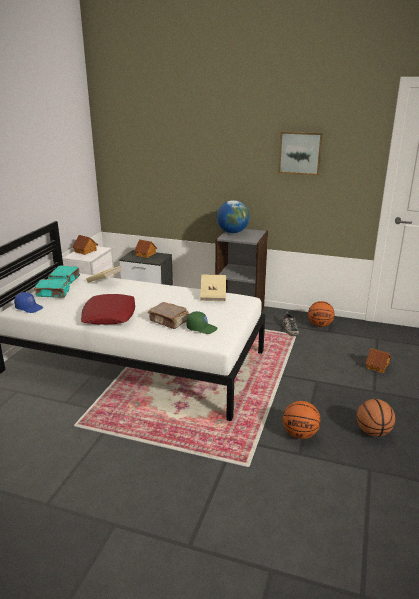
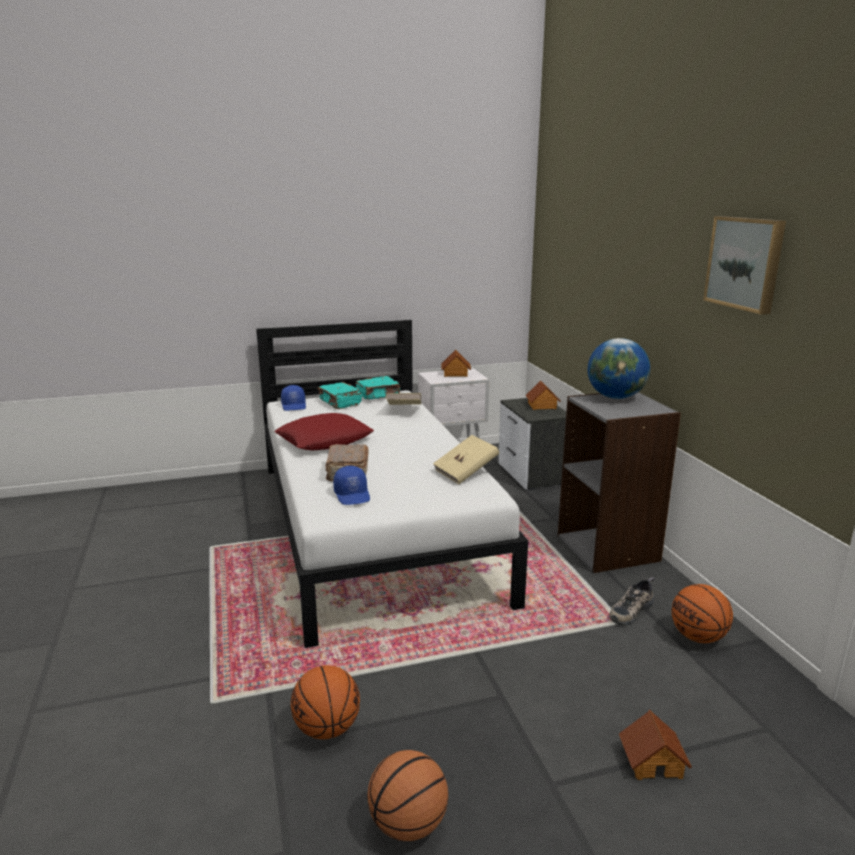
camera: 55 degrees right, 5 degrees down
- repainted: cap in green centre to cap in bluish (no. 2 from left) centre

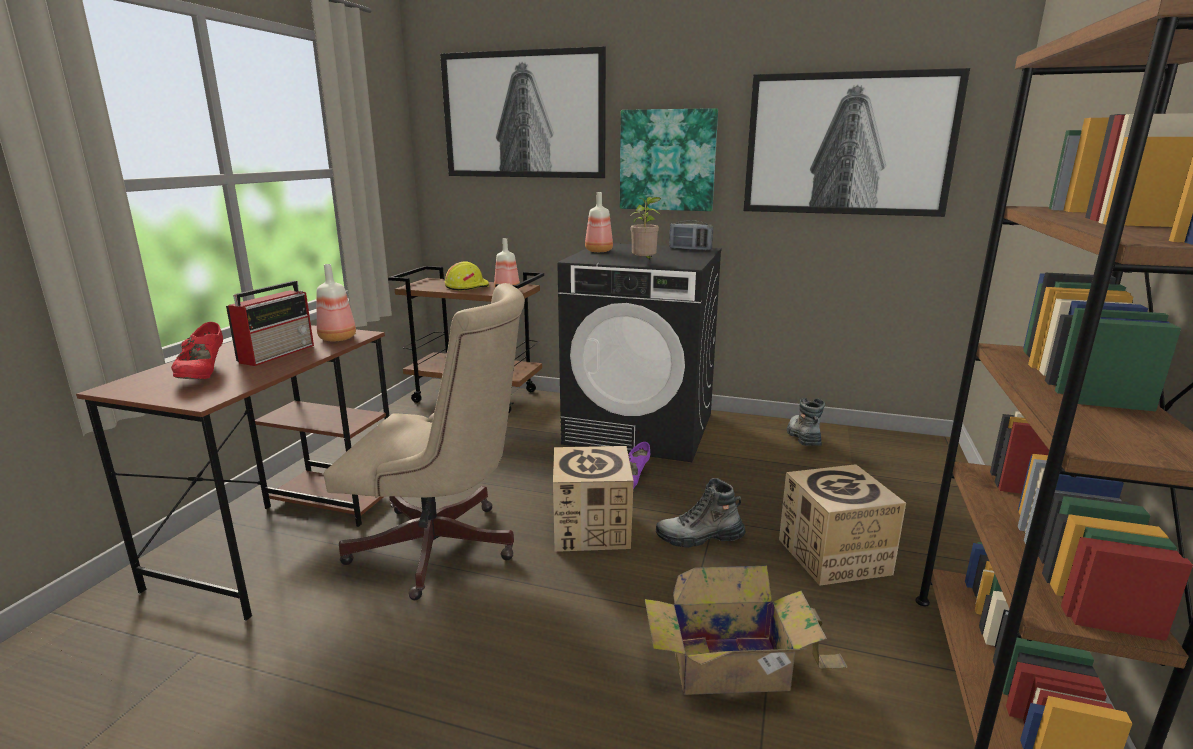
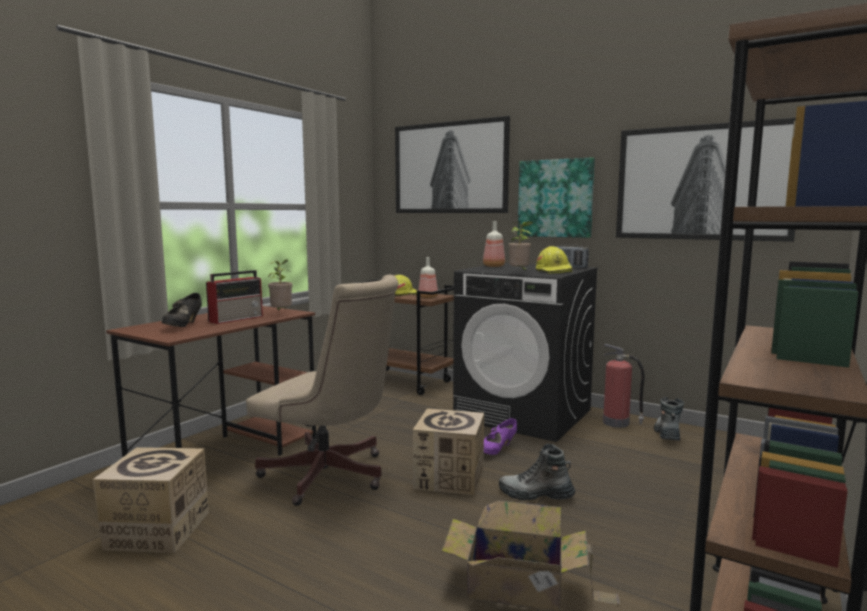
camera: 15 degrees right, 10 degrees down
- repainted: item of footwear in red-coloured middle left to item of footwear in black-coloured middle left
- swapped: beverage bottle (no. 1 from left) middle left to plant in a pot (no. 1 from left) middle left
- shifted: carton (no. 3 from left in the first image) bottom right to carton (no. 1 from left) bottom left
- new: safety helmet in yellow (no. 2 from left) centre
- new: extinguisher middle right

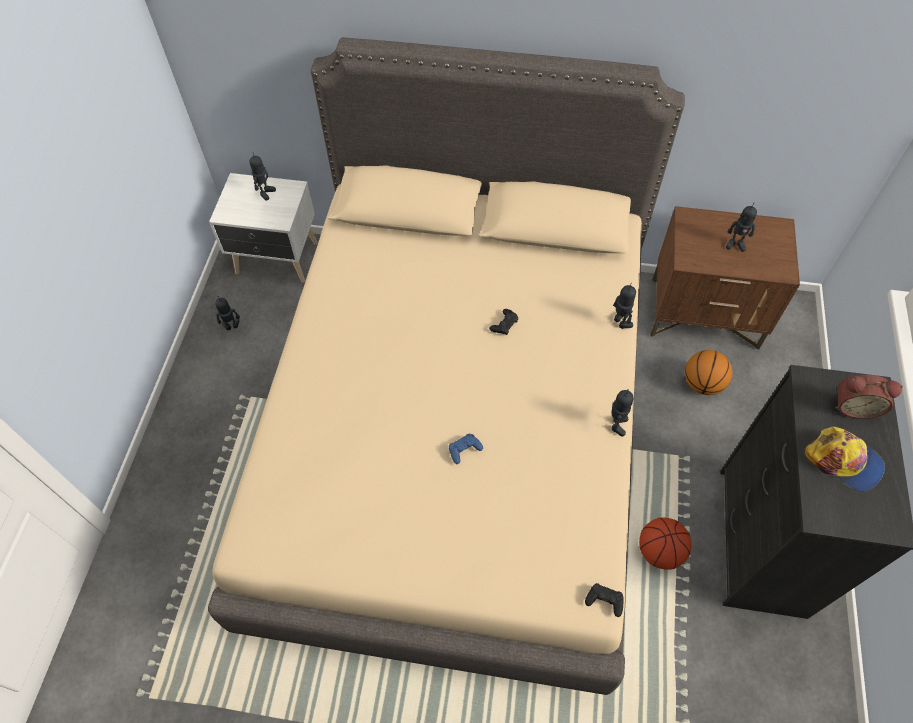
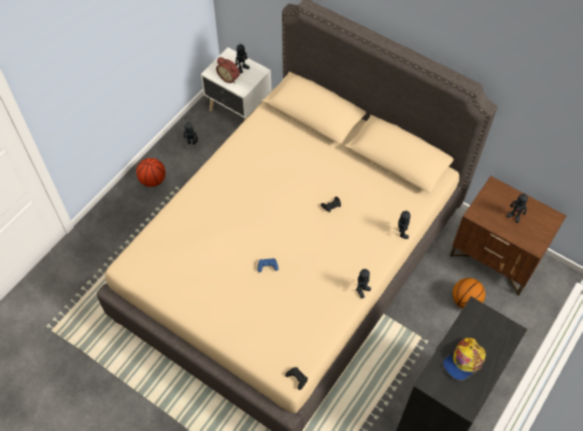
camera: 25 degrees right, 0 degrees up
- shifted: ball for basketball (no. 1 from left) bottom right to middle left
- rotated: cap middle right = bottom right 75 degrees clockwise
- shifted: table clock middle right to top centre

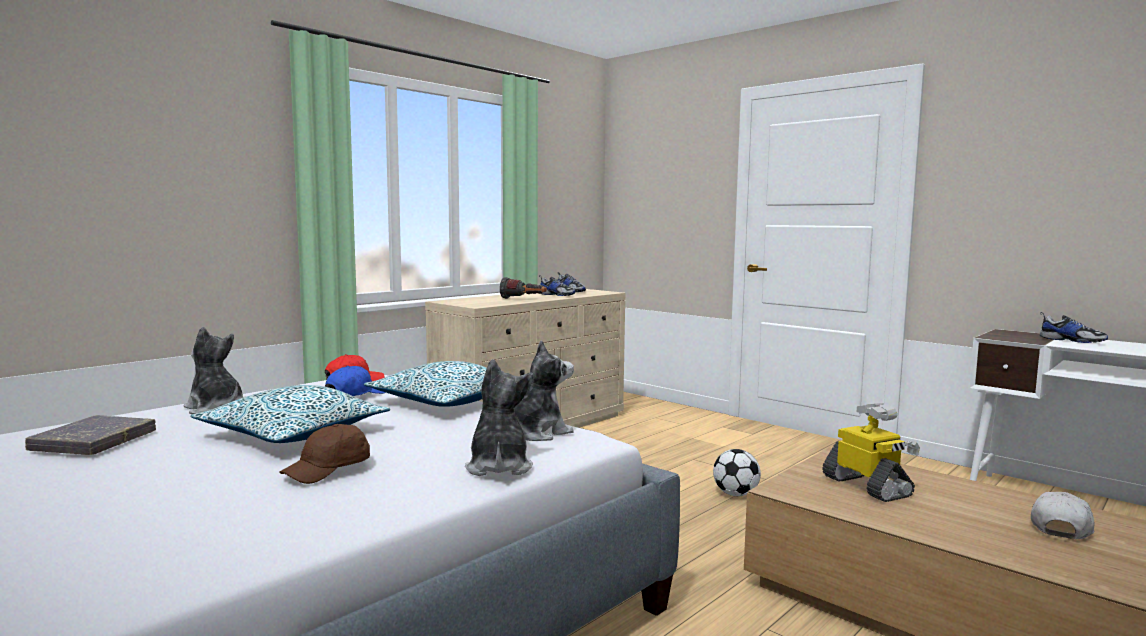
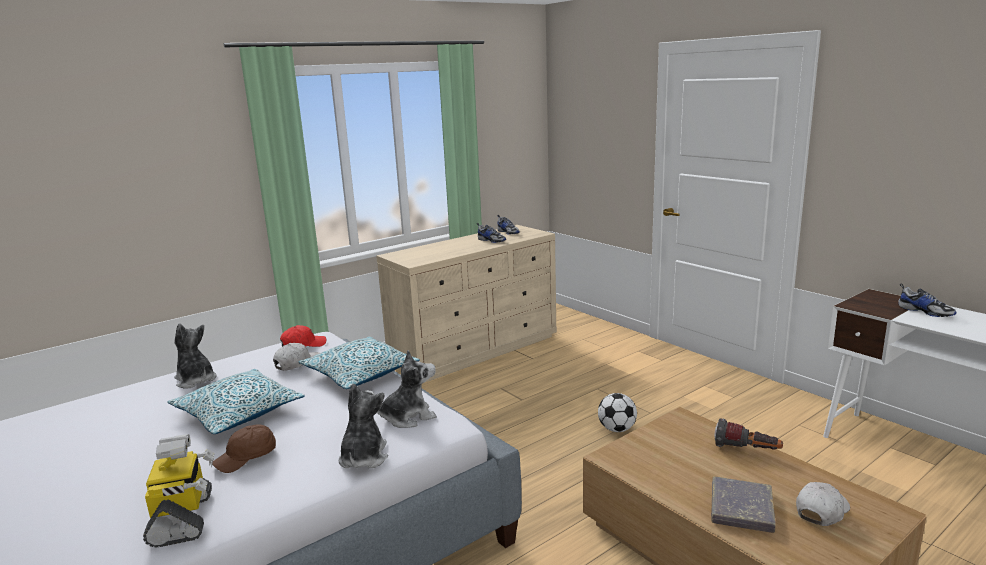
camera: 10 degrees right, 10 degrees up
- shifted: bound book in greyish bottom left to bottom right
- repainted: cap in bluish middle left to cap in whitish (no. 1 from left) middle left
- shifted: hand torch centre to bottom right
- shifted: toy robot bottom right to bottom left

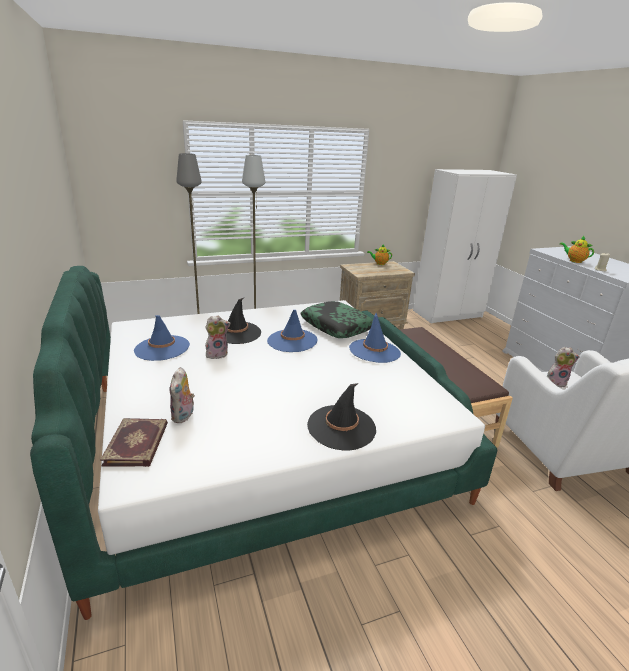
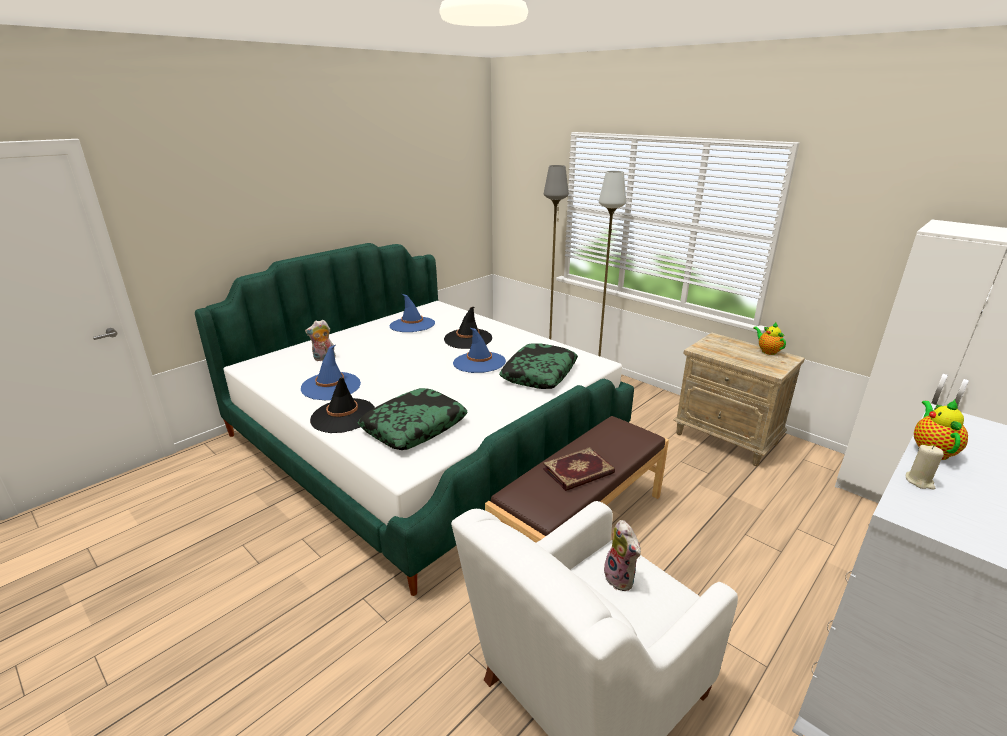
camera: 65 degrees right, 0 degrees up
- shifted: bound book middle left to centre
- gone: plush toy (no. 2 from left) centre
- shifted: hat in bluish (no. 3 from left in the first image) centre to hat in bluish (no. 1 from left) middle left
- new: pillow (no. 1 from left) centre

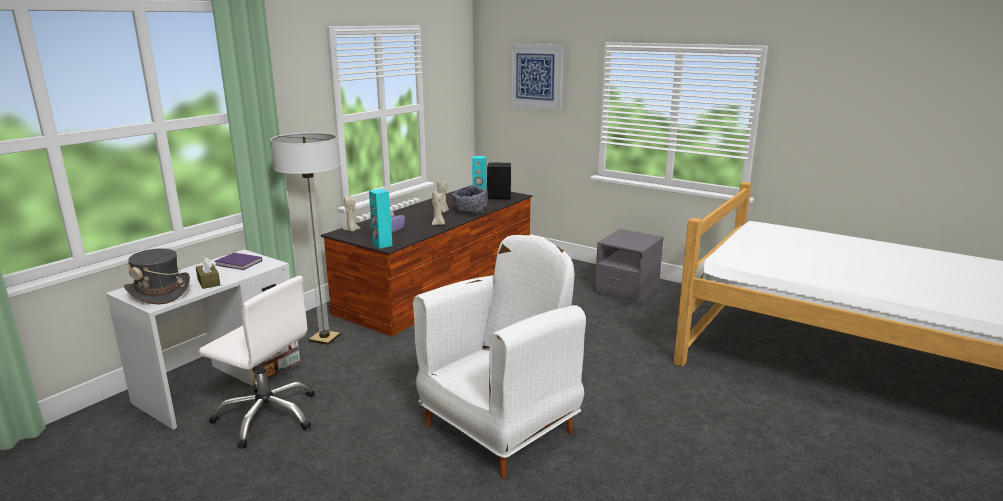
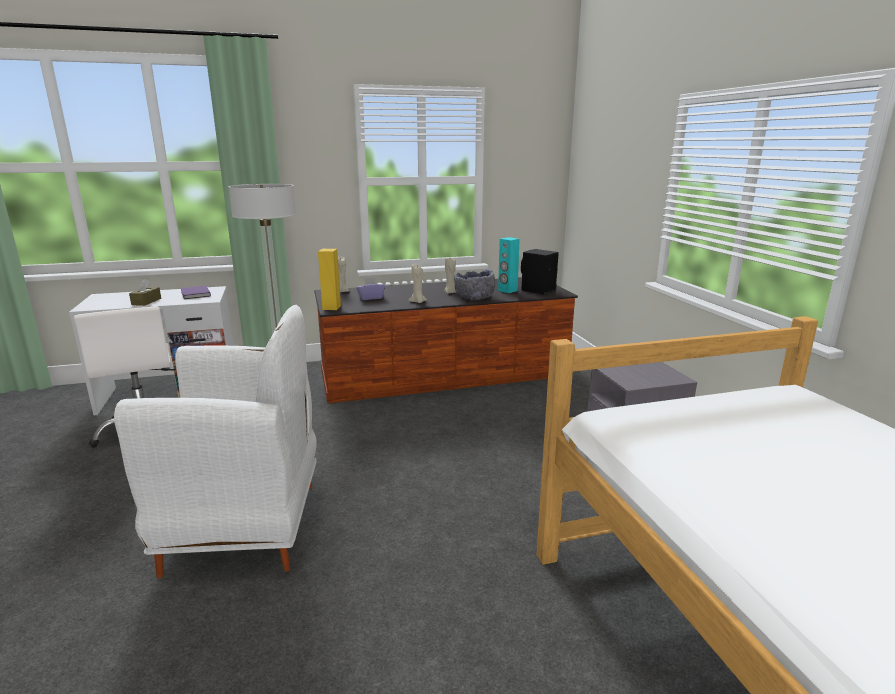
camera: 40 degrees right, 0 degrees up
- gone: hat in greyish middle left
- repainted: speaker in turquoise (no. 1 from left) centre to speaker in yellow centre
- gone: wall picture top centre

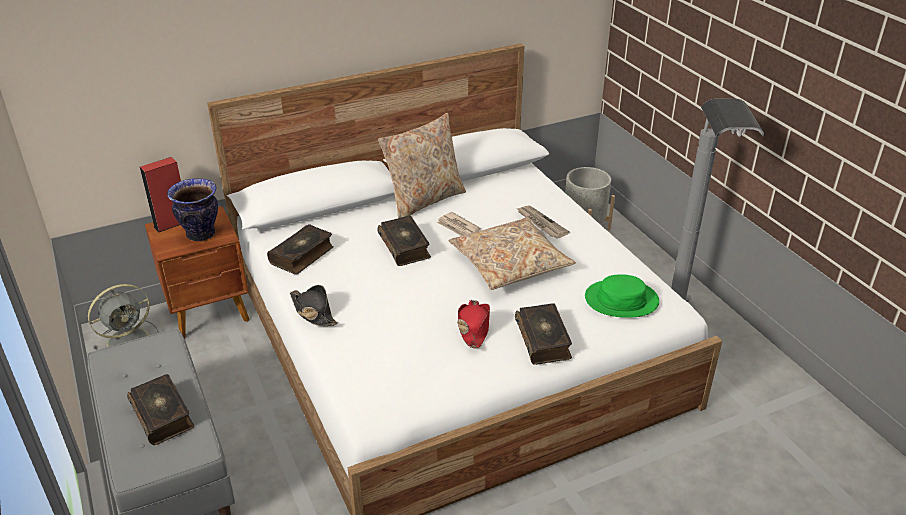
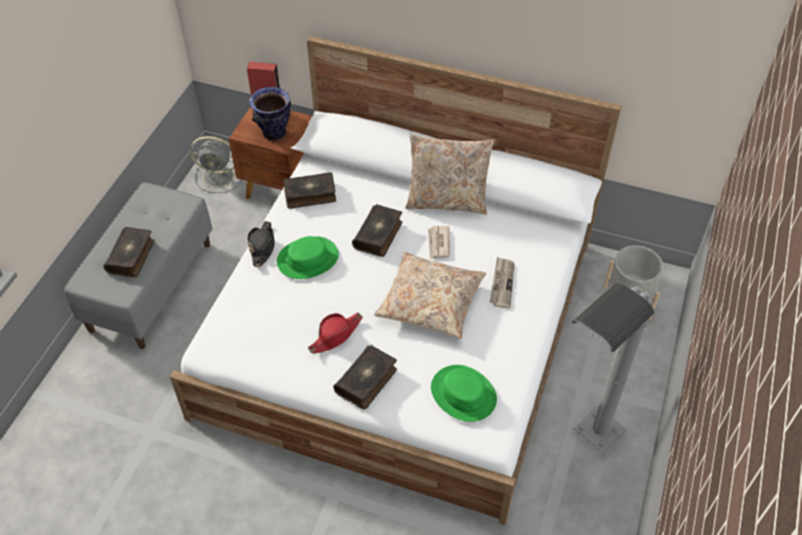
camera: 45 degrees right, 15 degrees up
- new: hat in green (no. 1 from left) centre

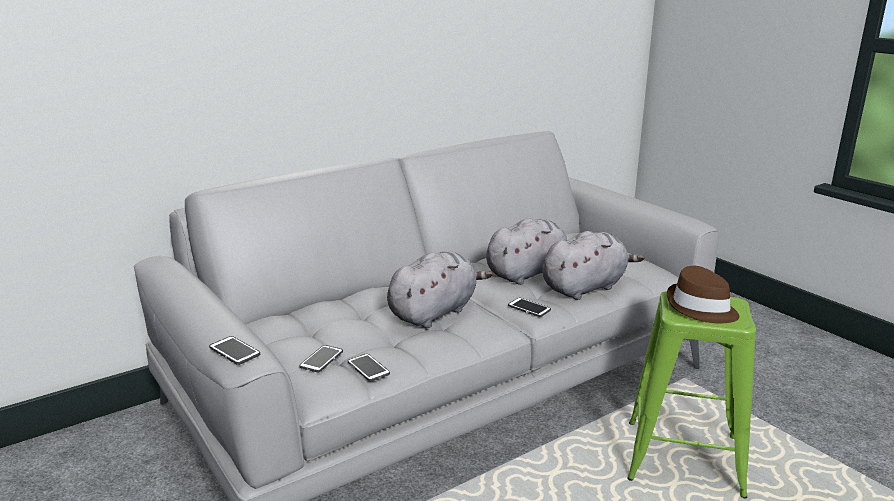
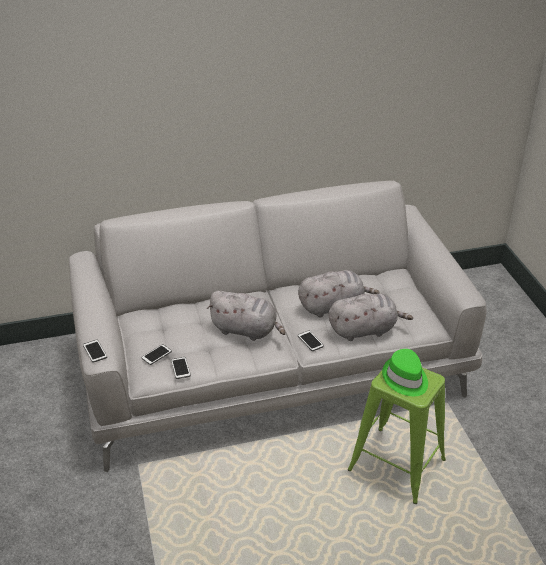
camera: 20 degrees right, 15 degrees up
- rotated: plush toy in greyish (no. 1 from left) centre = centre 45 degrees clockwise
- repainted: hat in brown middle right to hat in green middle right

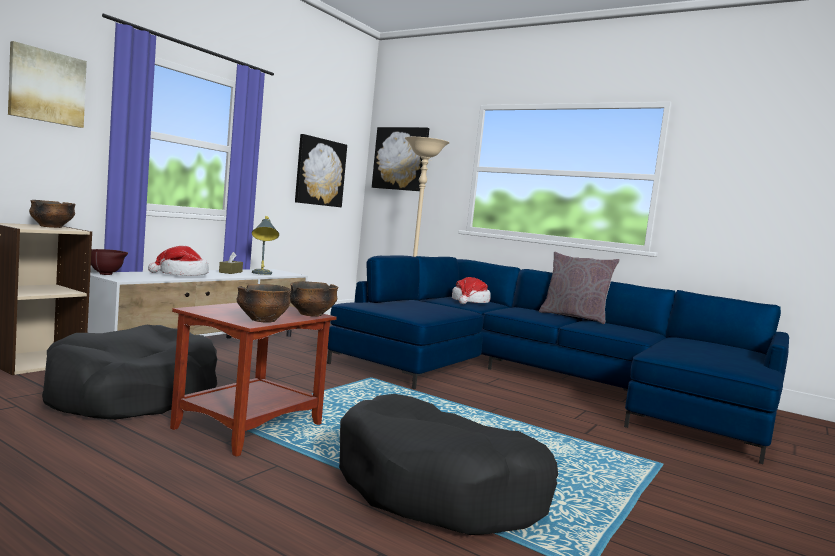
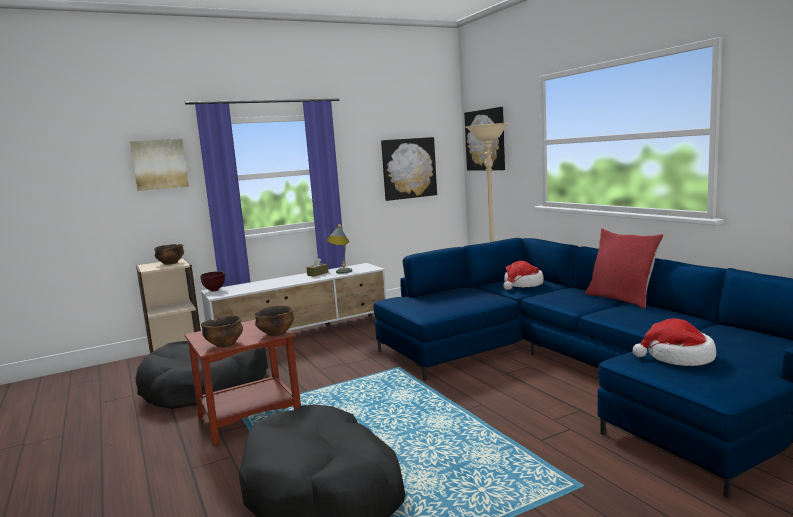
camera: 30 degrees right, 5 degrees up
- shifted: hat (no. 1 from left in the first image) middle left to hat (no. 2 from left) middle right
- repainted: pillow in greyish middle right to pillow in red-coloured middle right

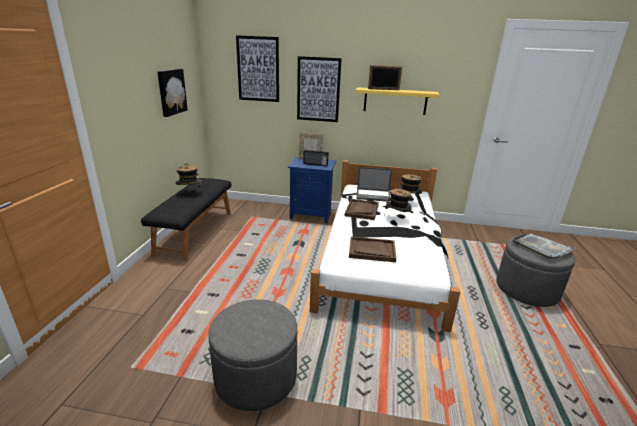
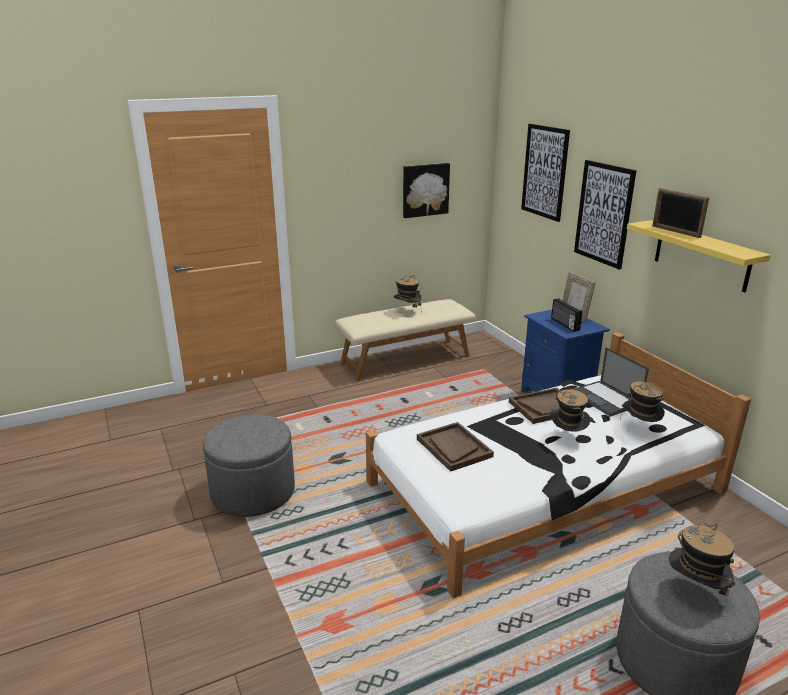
camera: 55 degrees right, 0 degrees up
- repainted: long seat in black-coloured middle left to long seat in sand-coloured centre
- swapped: tray in greyish middle right to hat (no. 4 from left) bottom right

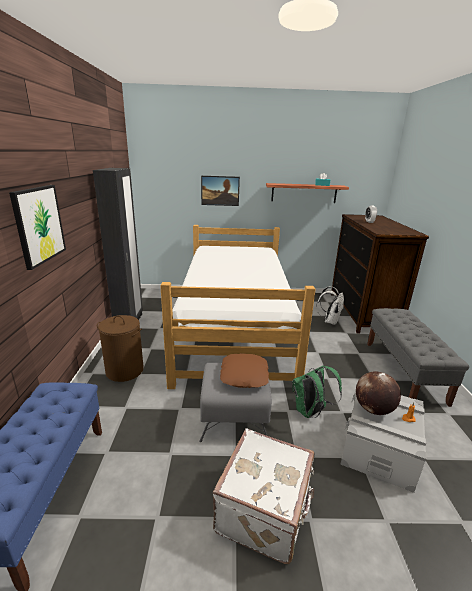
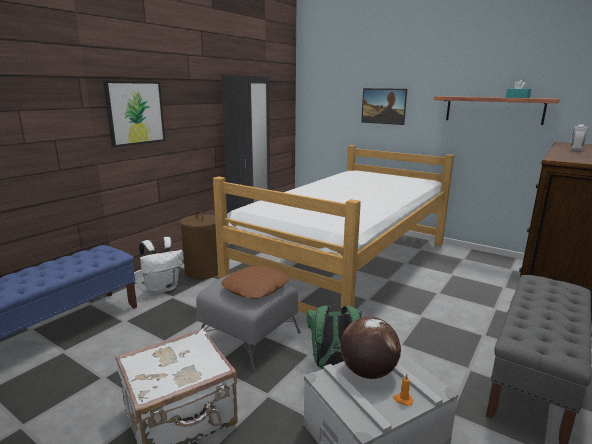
camera: 35 degrees right, 5 degrees down
- shifted: backpack in whitish middle right to middle left

